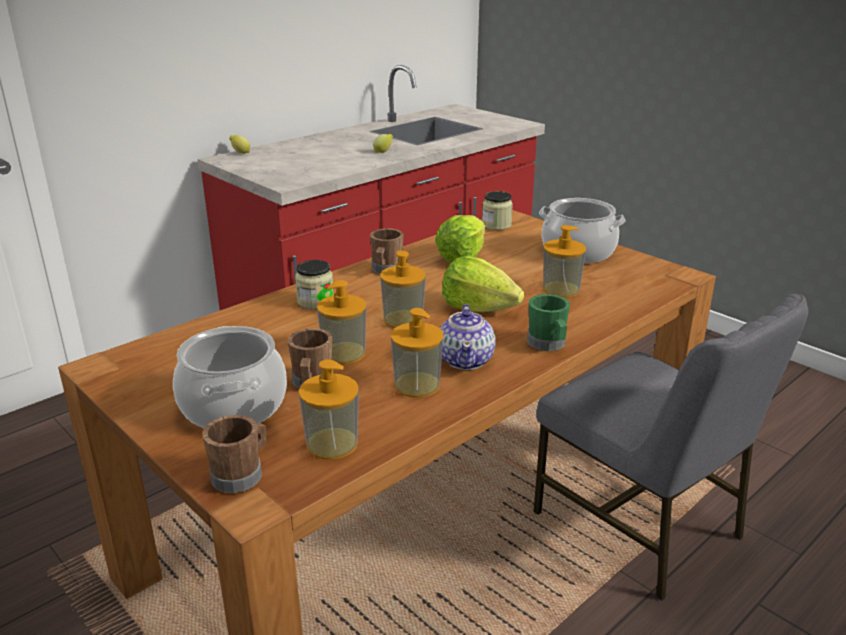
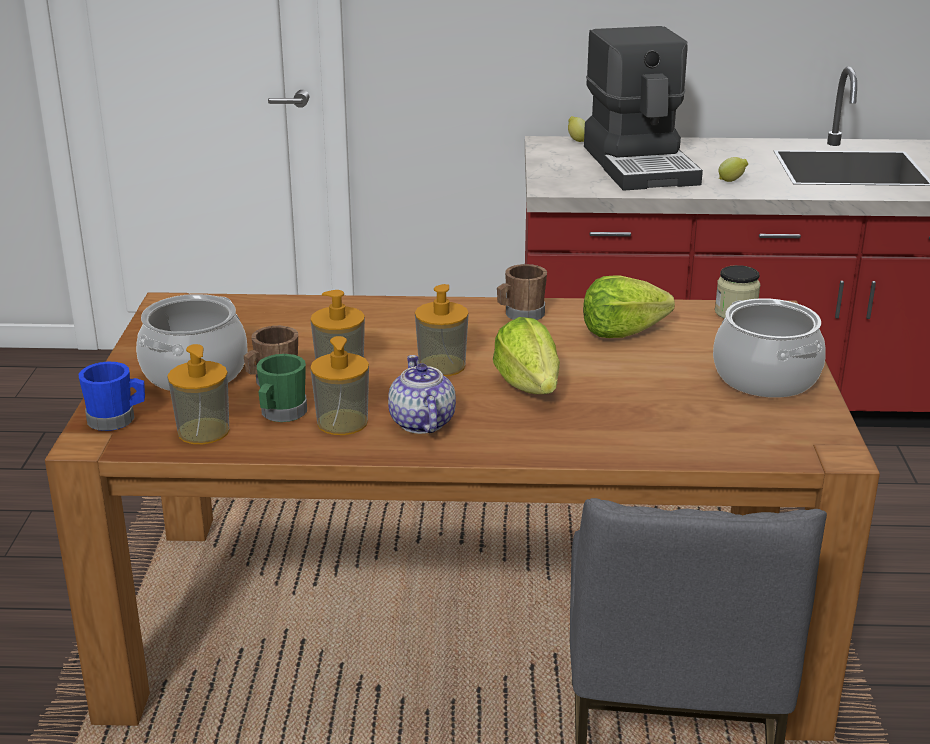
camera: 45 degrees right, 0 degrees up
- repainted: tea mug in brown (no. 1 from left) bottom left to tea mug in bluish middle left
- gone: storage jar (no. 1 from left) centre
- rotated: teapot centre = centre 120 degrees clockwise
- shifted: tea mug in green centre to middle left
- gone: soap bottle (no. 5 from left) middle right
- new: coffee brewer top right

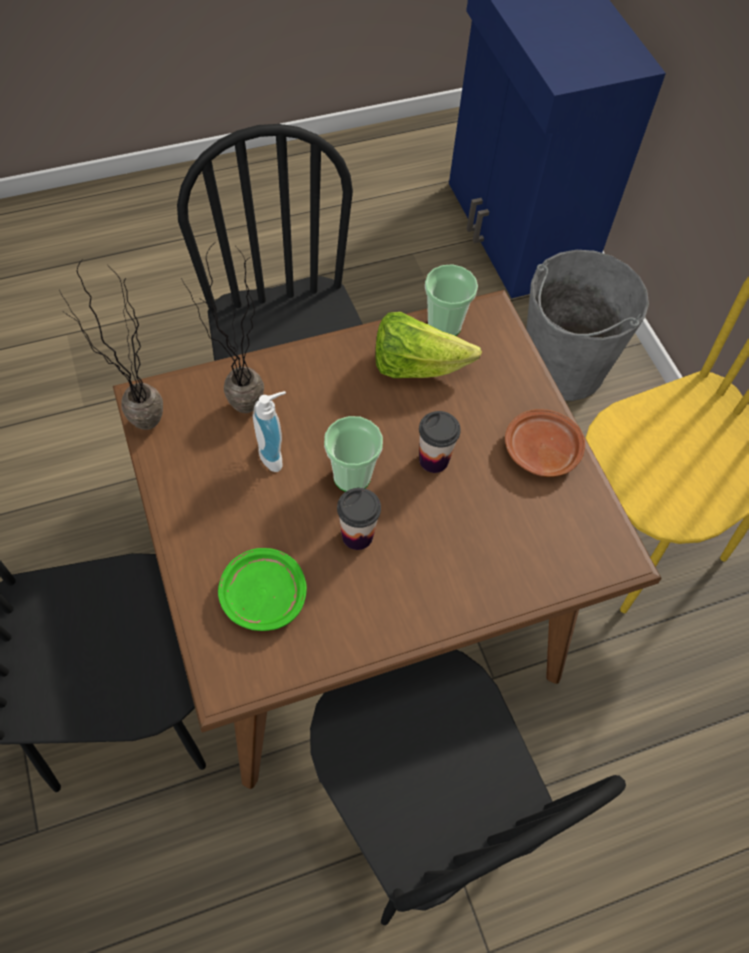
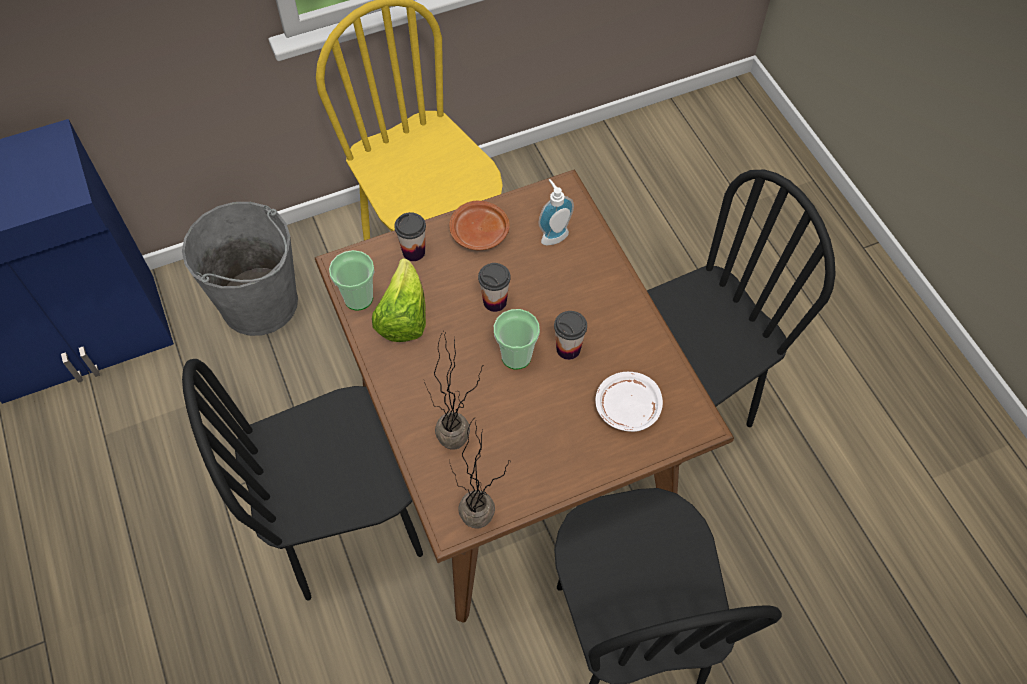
camera: 90 degrees left, 0 degrees up
- repainted: flat dish in green centre to flat dish in whitish centre
- shifted: soap bottle centre to top centre
- new: drinking cup (no. 2 from left) centre

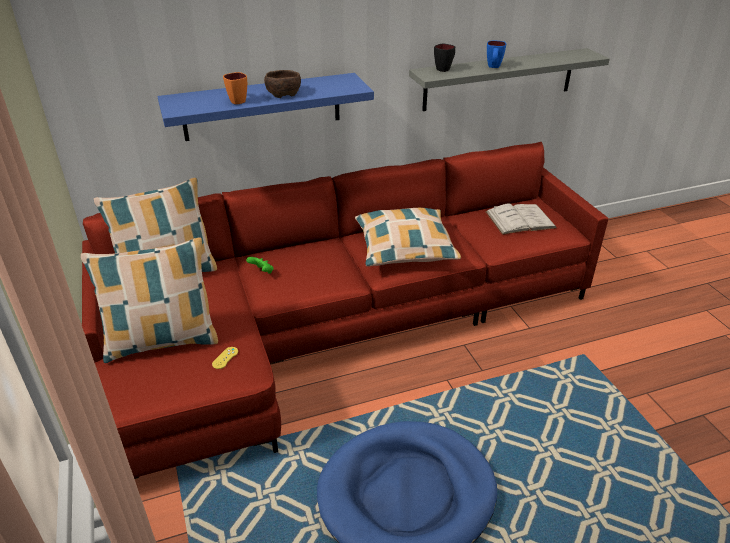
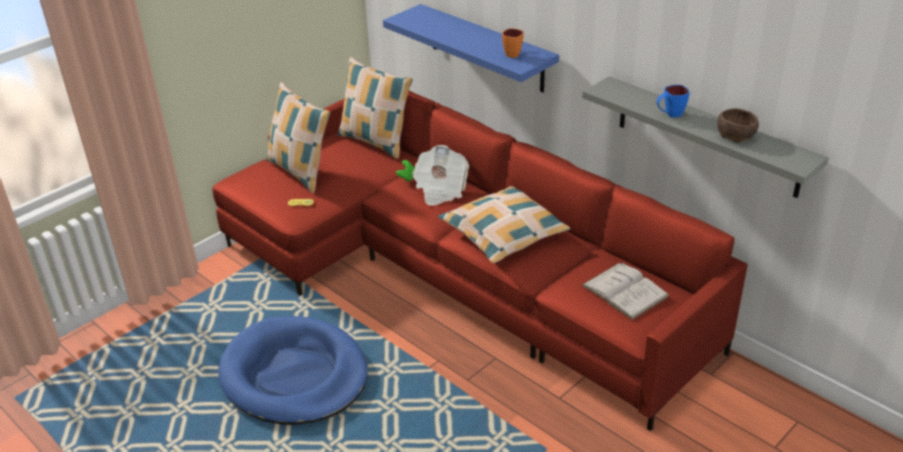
camera: 65 degrees right, 0 degrees up
- shifted: tea mug in orangey top left to top centre
- shifted: bowl in brown top centre to top right
- gone: tea mug in black-coloured top centre
- new: printed paper centre

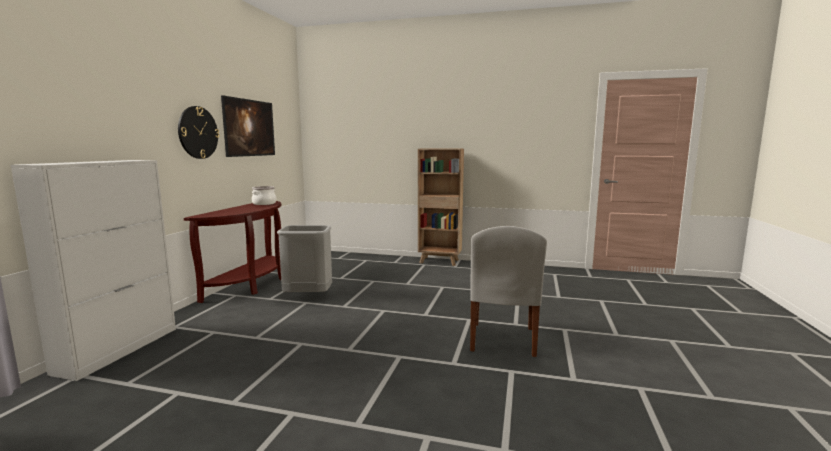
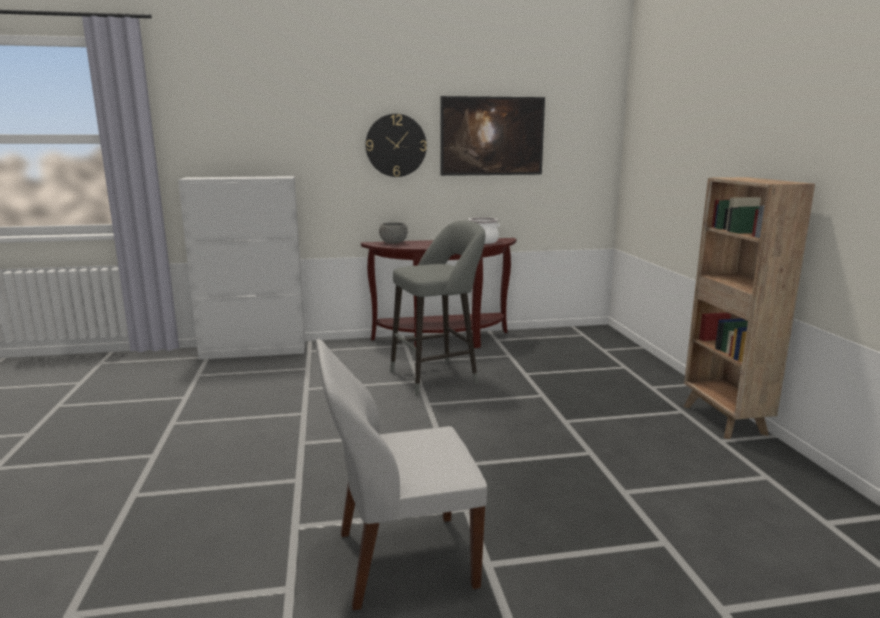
camera: 65 degrees right, 5 degrees up
- swapped: rubbish bin in greyish centre to sitting stool in greyish centre
- new: bowl in greyish centre

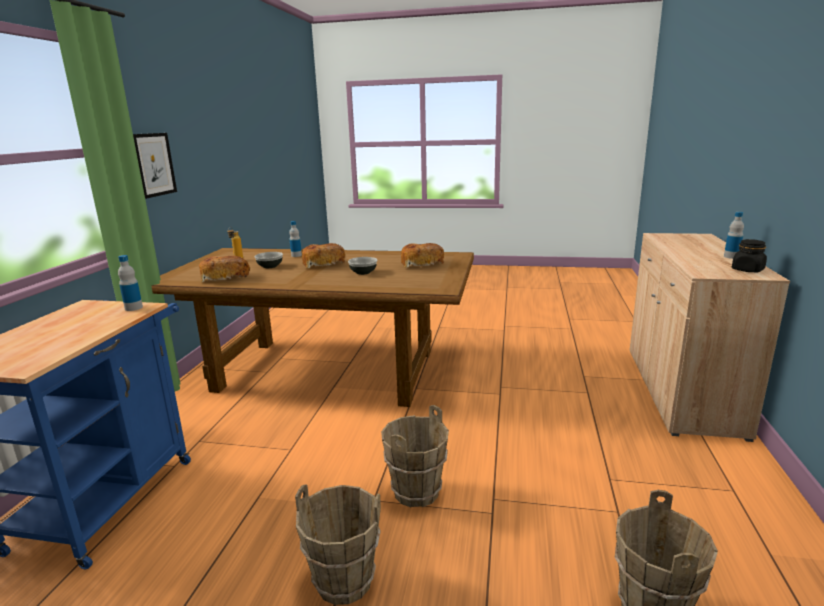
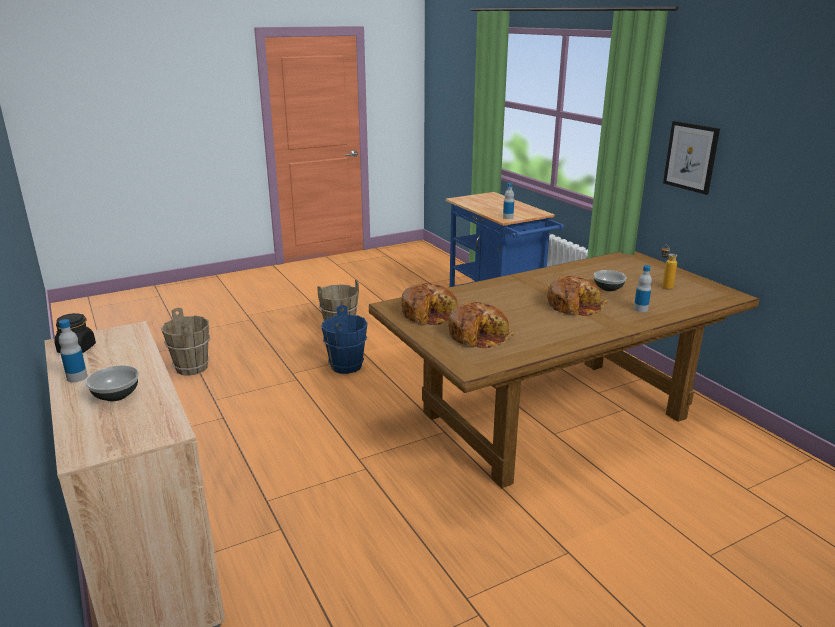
camera: 140 degrees right, 5 degrees up
- shifted: bakery bread (no. 1 from left) middle left to centre
- shifted: bowl (no. 2 from left in the first image) centre to bowl (no. 1 from left) middle left
- repainted: bucket in brown (no. 2 from left) bottom centre to bucket in bluish centre

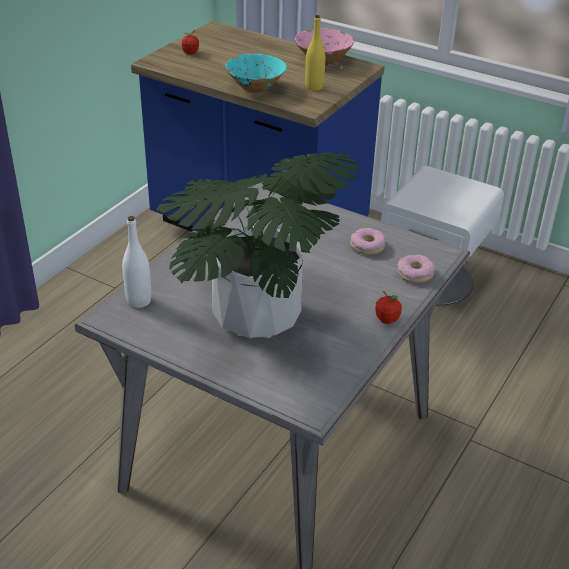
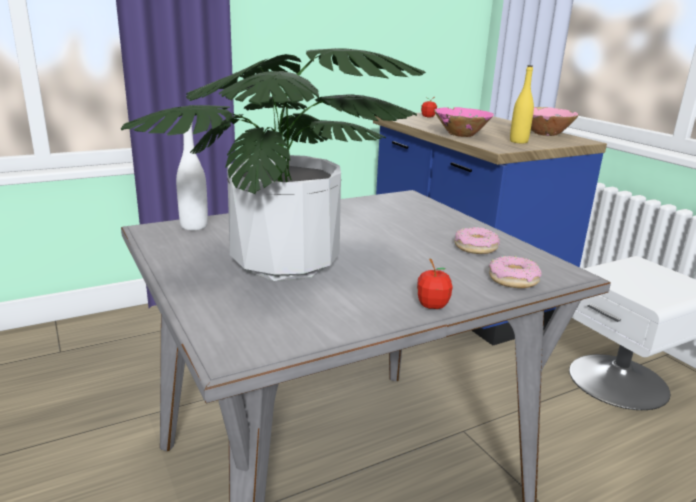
camera: 30 degrees right, 15 degrees down
- repainted: bowl in turquoise top centre to bowl in pinkish (no. 1 from left) top right

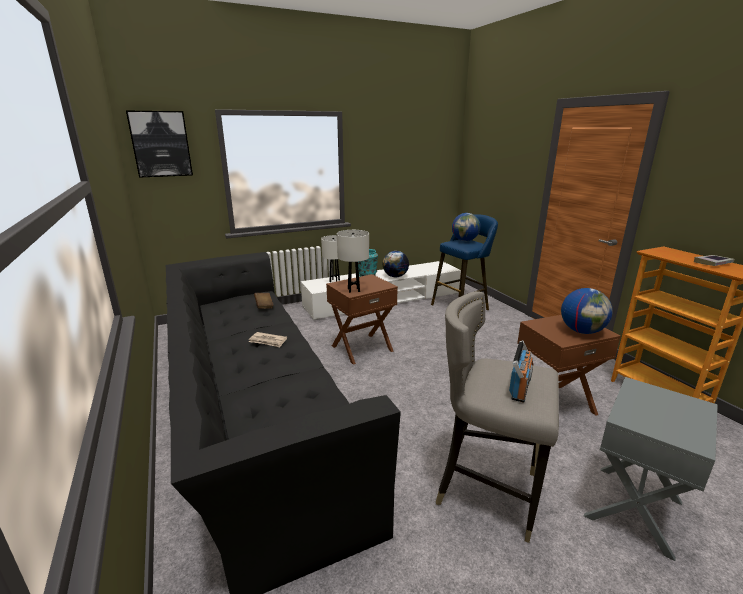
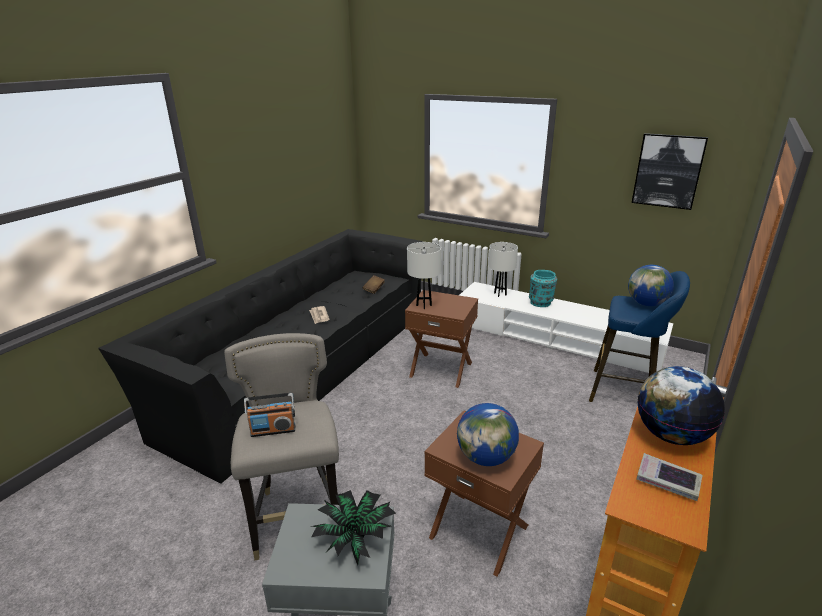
camera: 55 degrees right, 5 degrees up
- shifted: wall picture top left to top right
- shifted: world globe (no. 1 from left in the first image) centre to world globe (no. 3 from left) middle right
- new: plant in a pot bottom centre

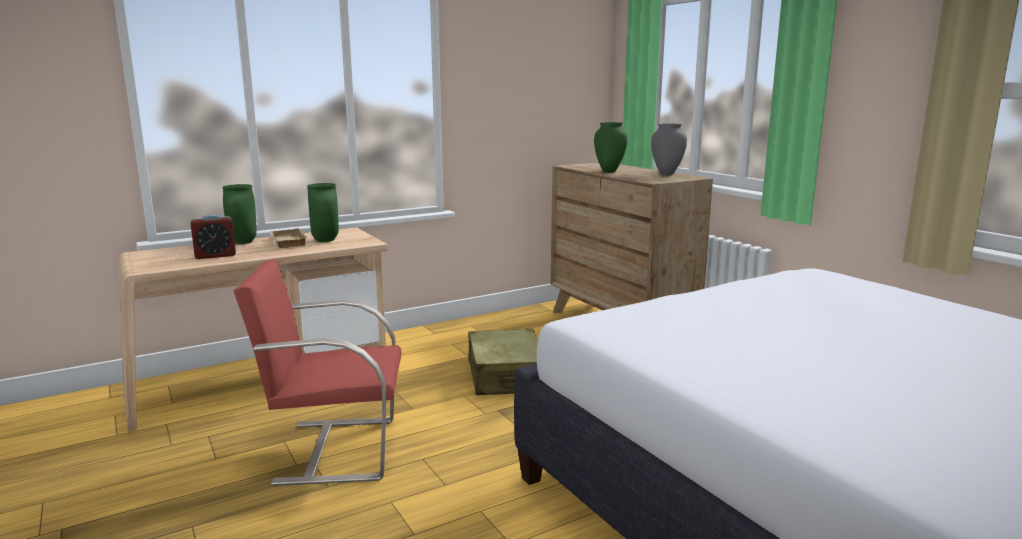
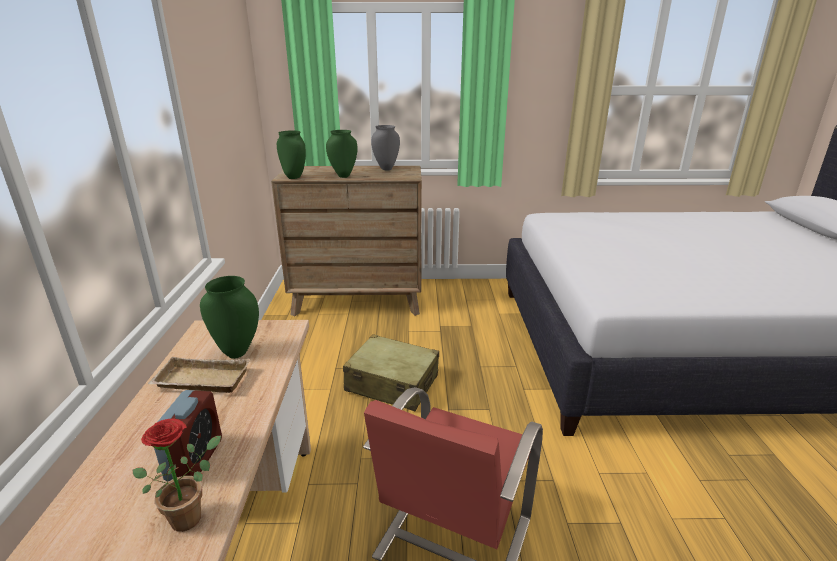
camera: 60 degrees left, 10 degrees up
- shifted: flower vase in green (no. 1 from left in the first image) middle left to flower vase in green (no. 2 from left) top centre
- new: plant in a pot bottom left

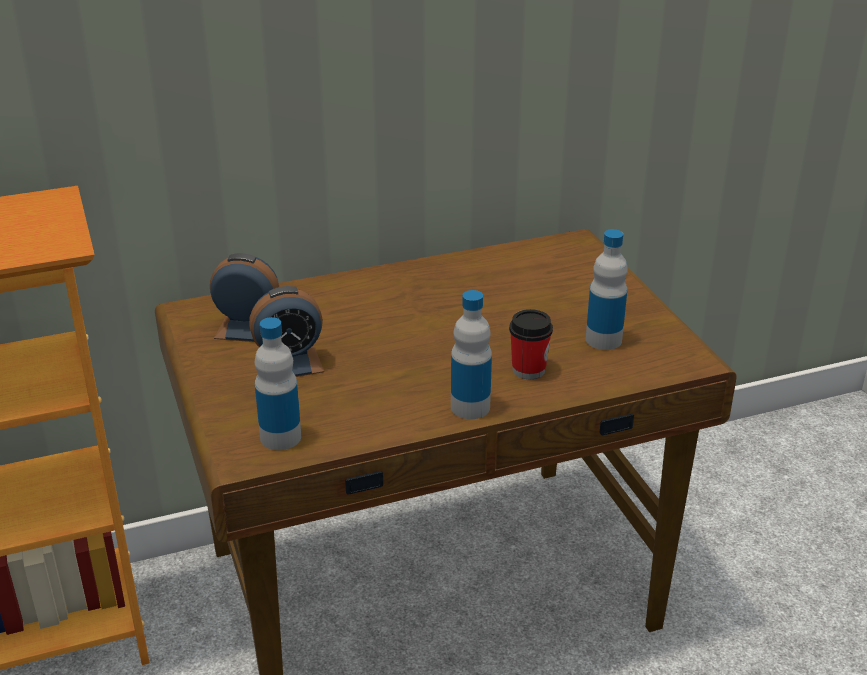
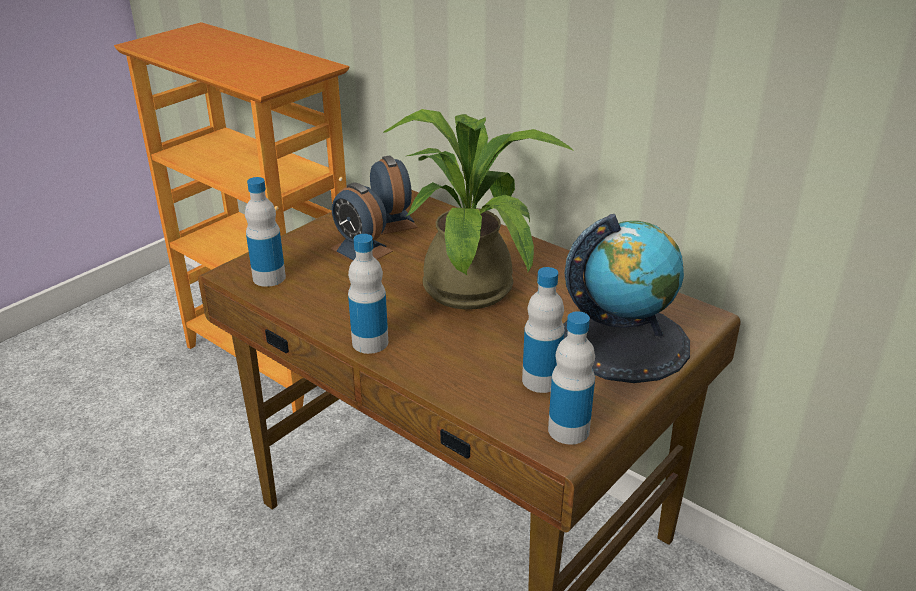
camera: 60 degrees right, 0 degrees up
- gone: drinking cup centre
- new: plant in a pot centre
- new: beverage bottle (no. 4 from left) centre
- new: world globe middle right

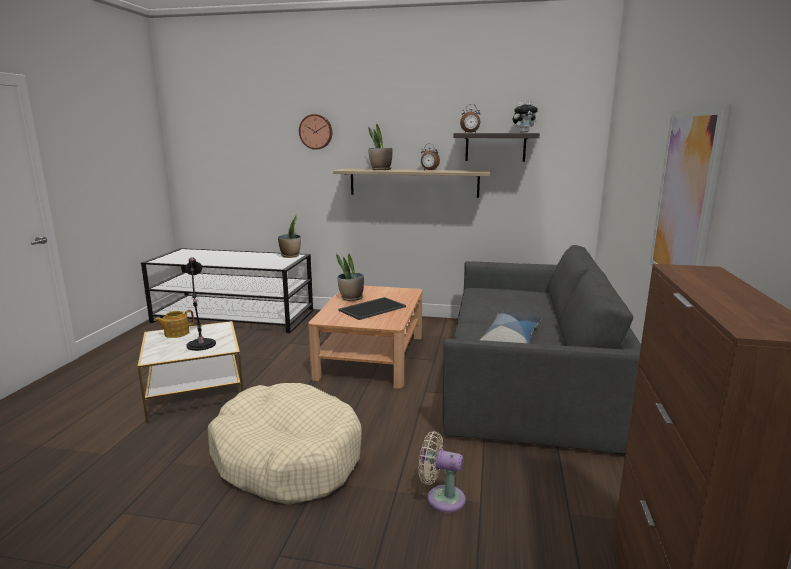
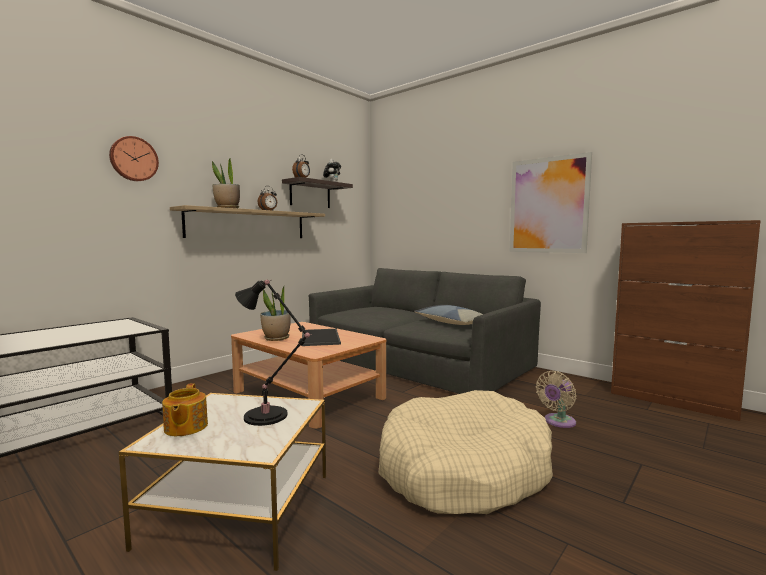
camera: 60 degrees left, 10 degrees down
- gone: plant in a pot (no. 1 from left) centre

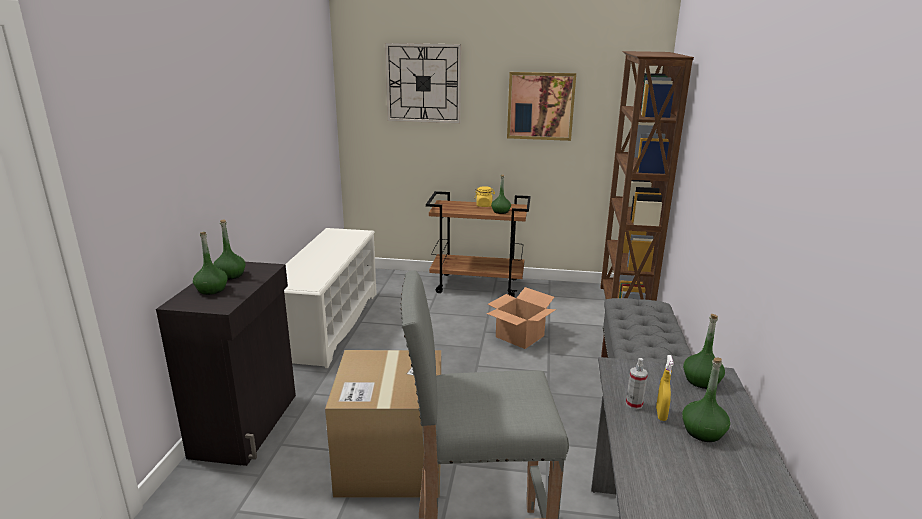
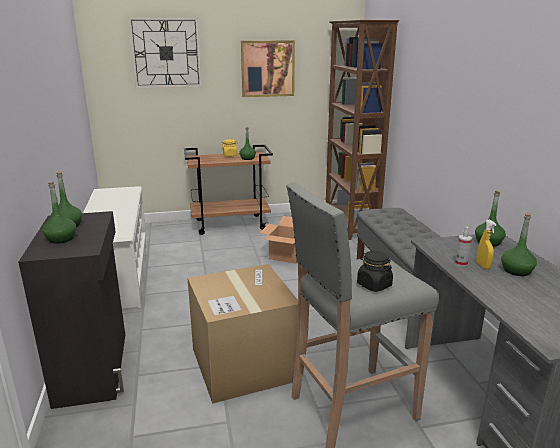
camera: 20 degrees left, 0 degrees up
- new: storage jar in black-coloured middle right

